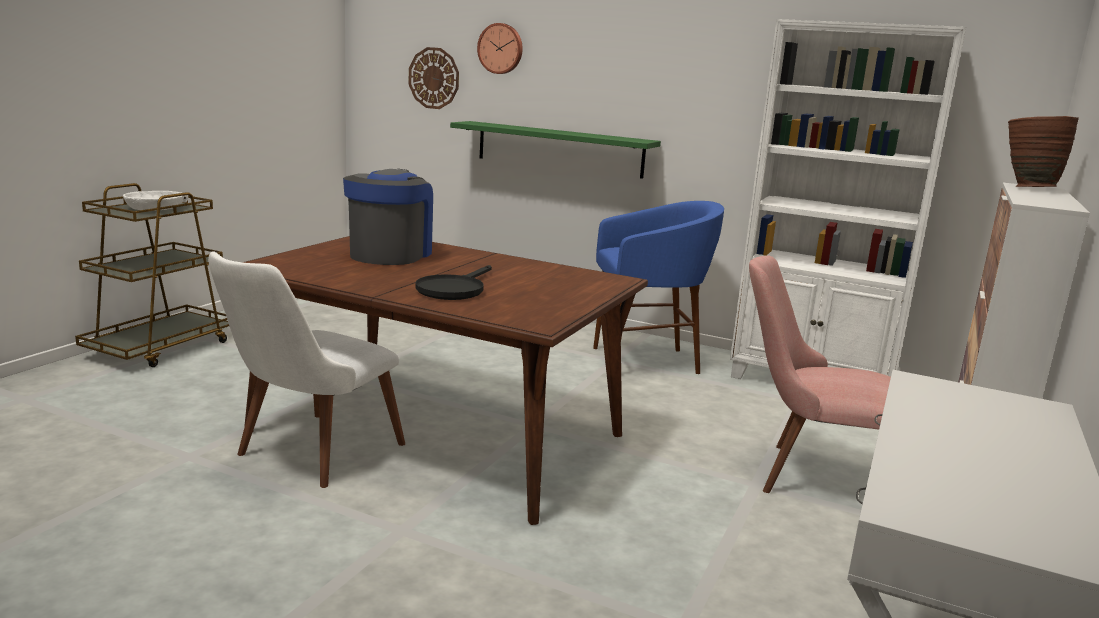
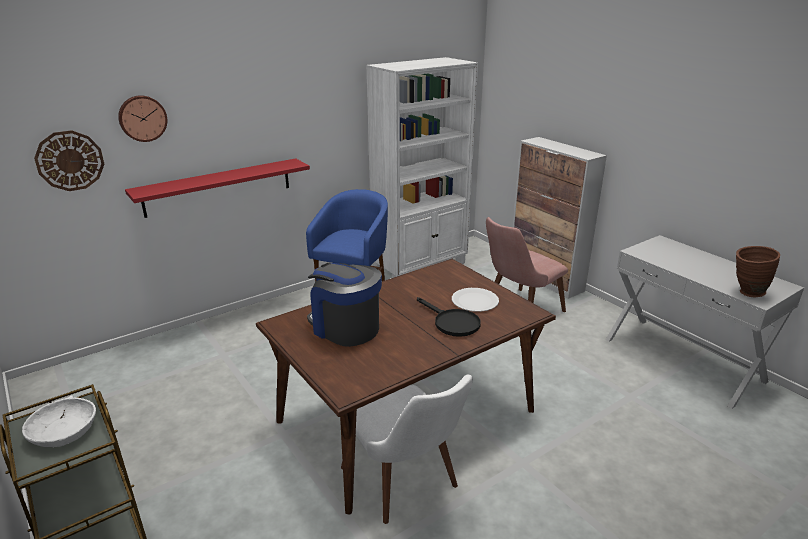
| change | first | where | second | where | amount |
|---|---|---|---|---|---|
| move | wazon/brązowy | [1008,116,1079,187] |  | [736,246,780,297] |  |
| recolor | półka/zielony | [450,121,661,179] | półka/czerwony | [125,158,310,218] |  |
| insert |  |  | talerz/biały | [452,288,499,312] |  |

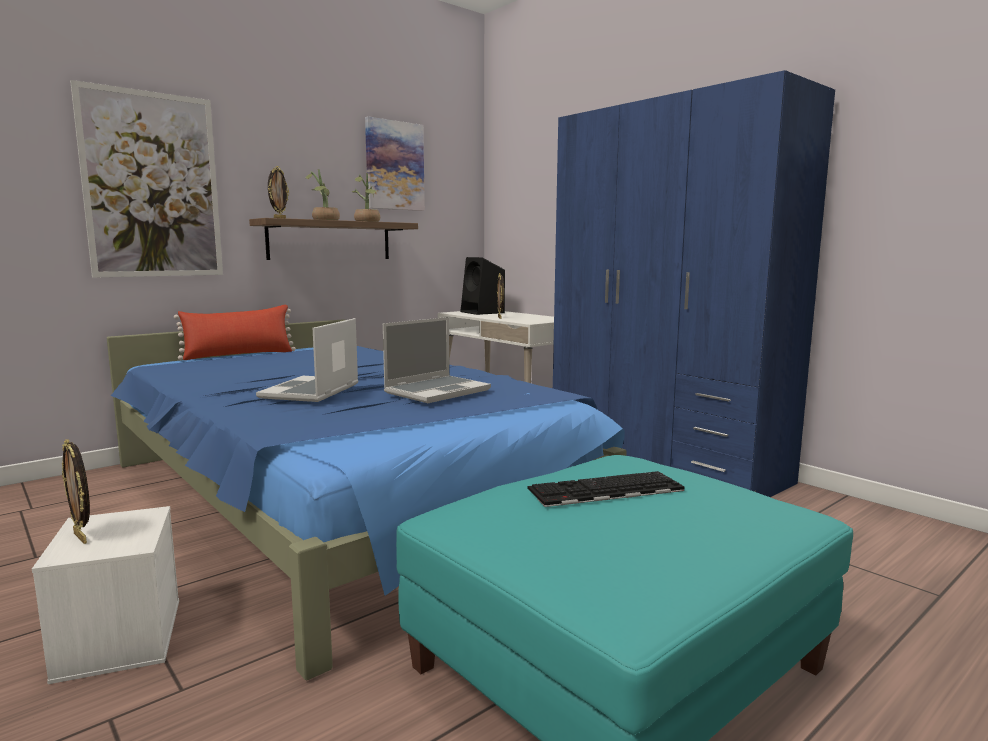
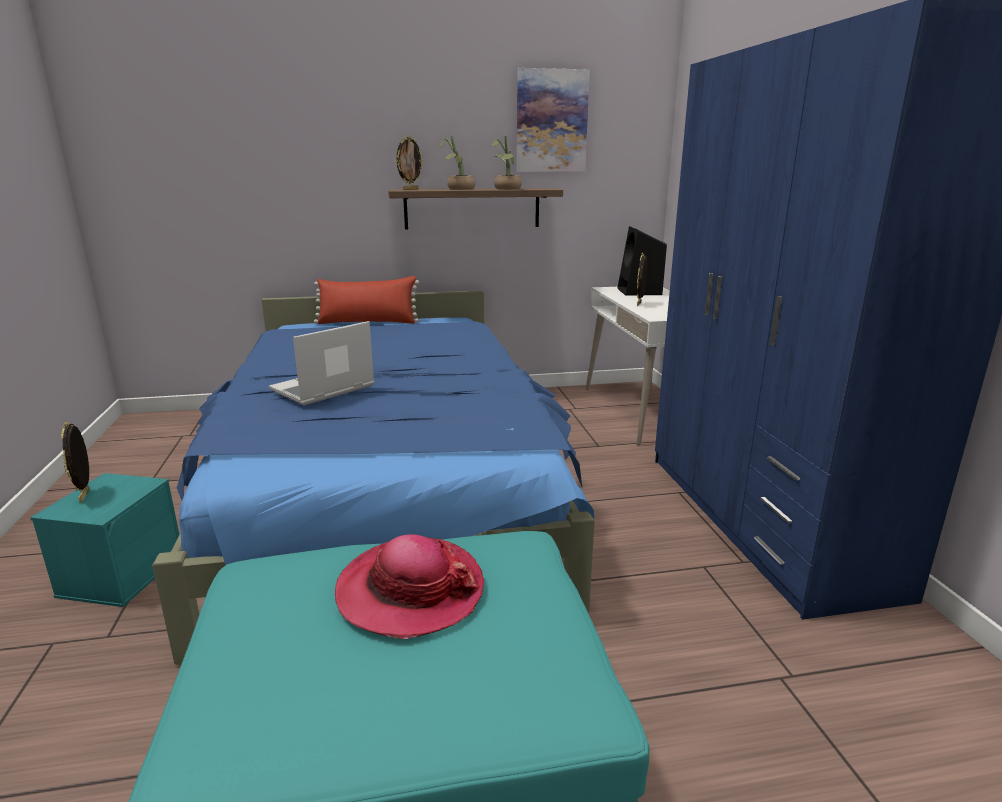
| change | first | where | second | where | amount |
|---|---|---|---|---|---|
| delete | obraz | [70,80,223,278] |  |  |  |
| delete | laptop | [383,317,491,403] |  |  |  |
| replace | klawiatura | [528,471,685,507] | kapelusz | [335,534,484,639] |  |
| recolor | pojemnik do przechowywania/biały | [32,506,179,684] | pojemnik do przechowywania/turkusowy | [30,473,179,607] |  |

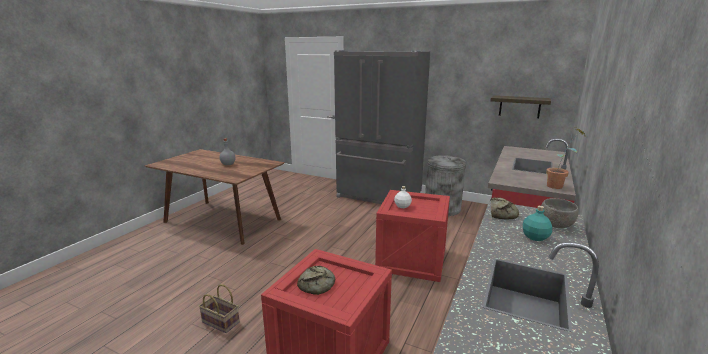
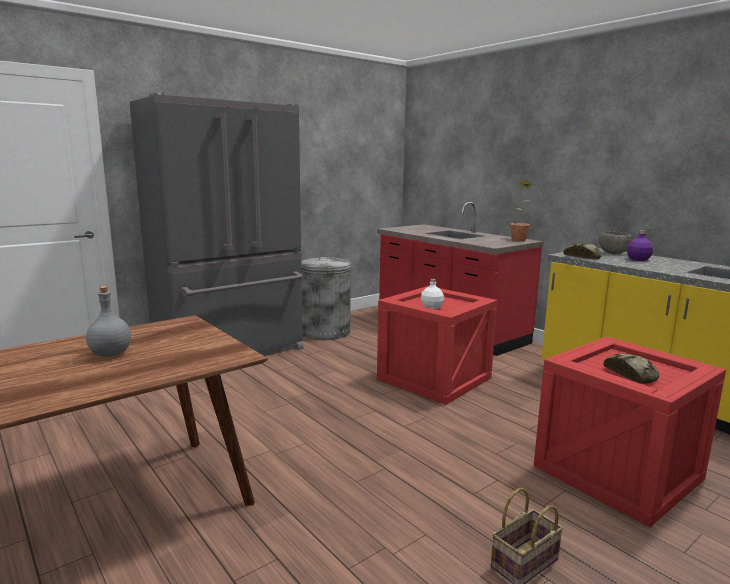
| change | first | where | second | where | amount |
|---|---|---|---|---|---|
| delete | półka | [491,95,551,118] |  |  |  |
| recolor | butelka/turkusowy | [523,206,552,241] | butelka/fioletowy | [627,230,653,261] |  |

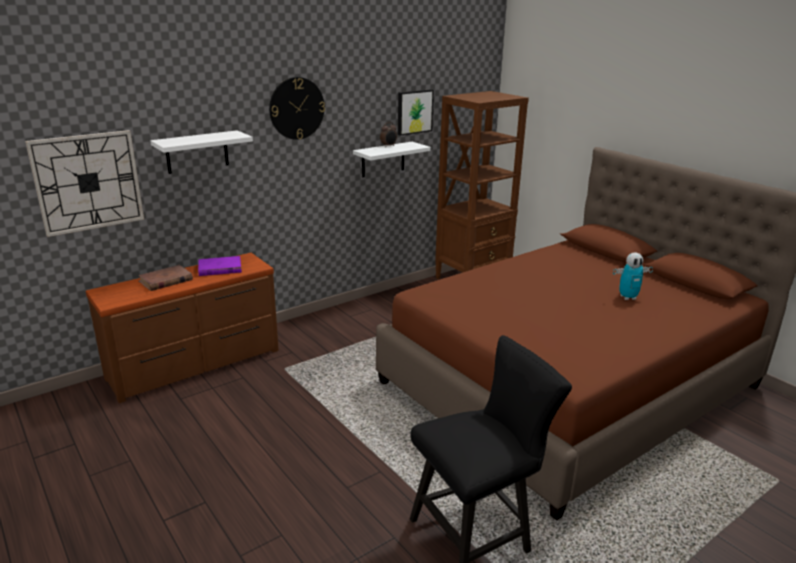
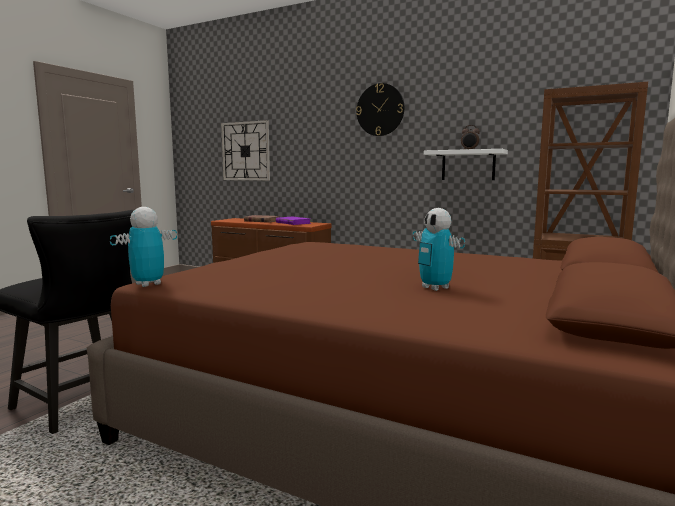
| change | first | where | second | where | amount |
|---|---|---|---|---|---|
| delete | obraz | [398,89,434,136] |  |  |  |
| delete | półka/biały | [150,130,253,174] |  |  |  |
| insert |  |  | robot zabawkowy | [110,207,177,287] |  |

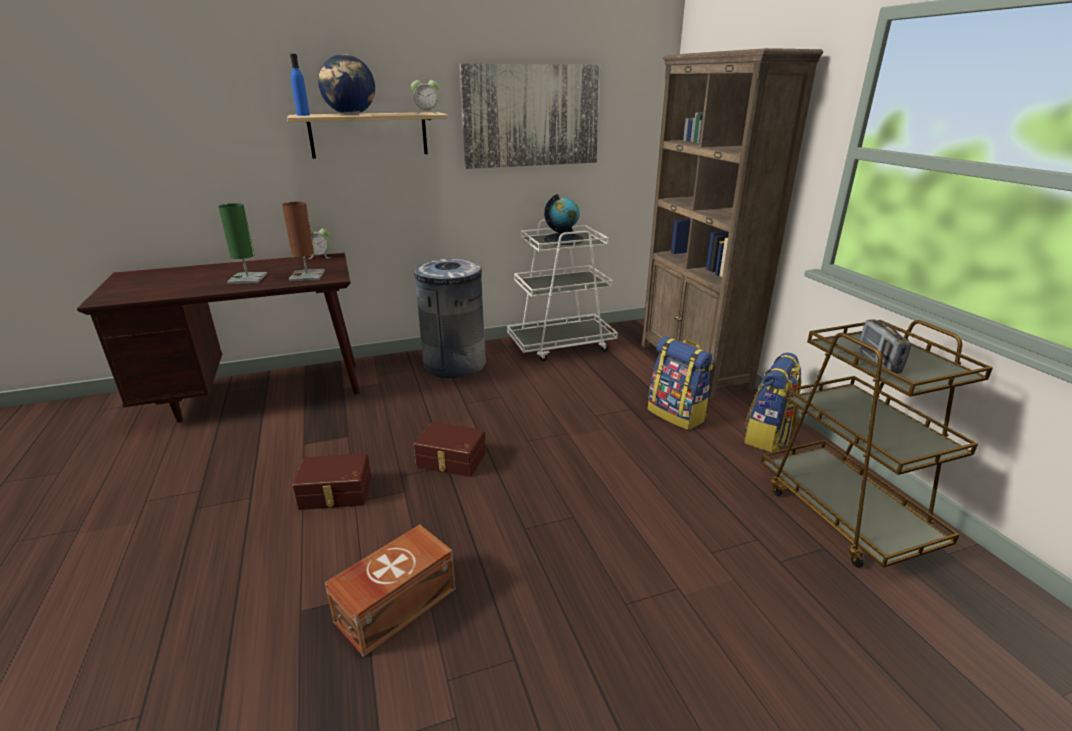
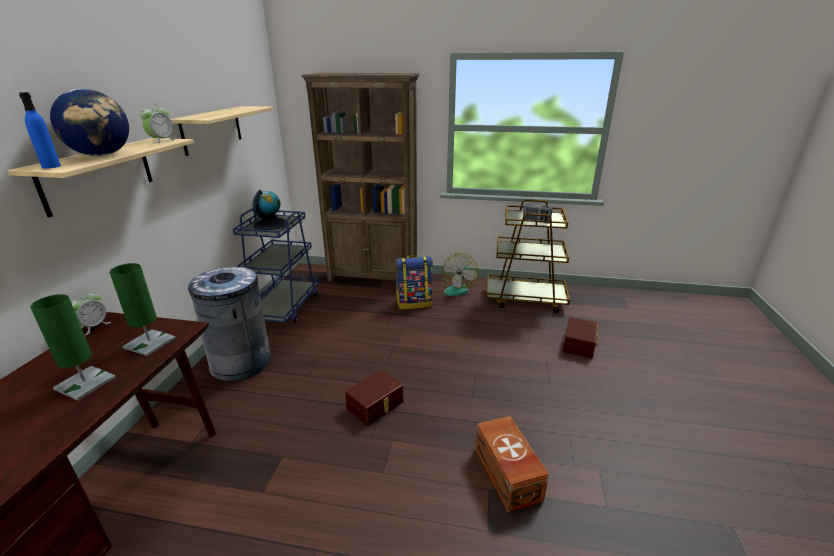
| change | first | where | second | where | amount |
|---|---|---|---|---|---|
| replace | obraz | [459,64,601,169] | półka | [170,106,274,156] |  |
| recolor | lampa stołowa/brązowy | [282,202,325,281] | lampa stołowa/zielony | [109,263,176,356] |  |
| recolor | wózek/biały | [507,219,618,361] | wózek/niebieski | [233,209,319,323] |  |
| replace | plecak | [744,352,802,452] | wentylator | [441,253,478,296] |  |
| move | pojemnik do przechowywania/brązowy | [292,453,371,510] |  | [563,317,598,358] |  |

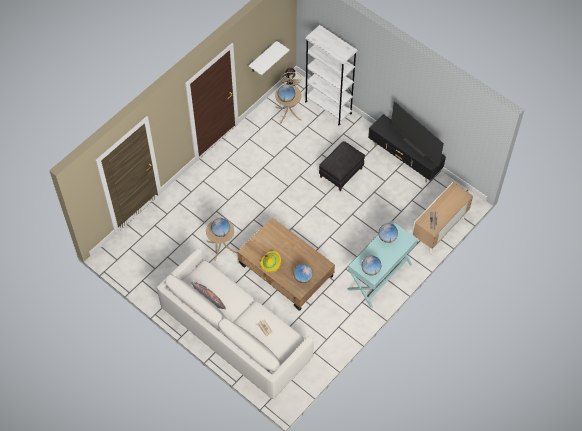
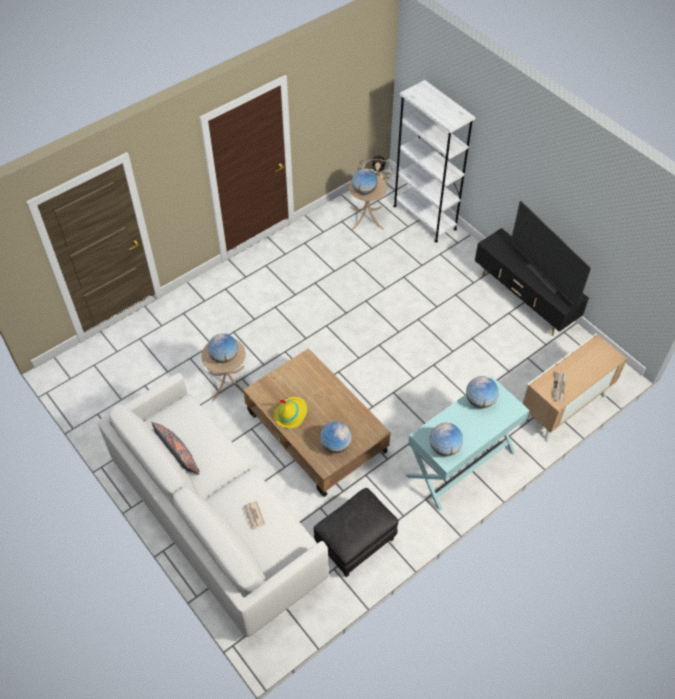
| change | first | where | second | where | amount |
|---|---|---|---|---|---|
| delete | półka/biały | [249,41,290,75] |  |  |  |
| move | pufa/czarny | [319,141,365,191] |  | [313,488,399,577] |  |

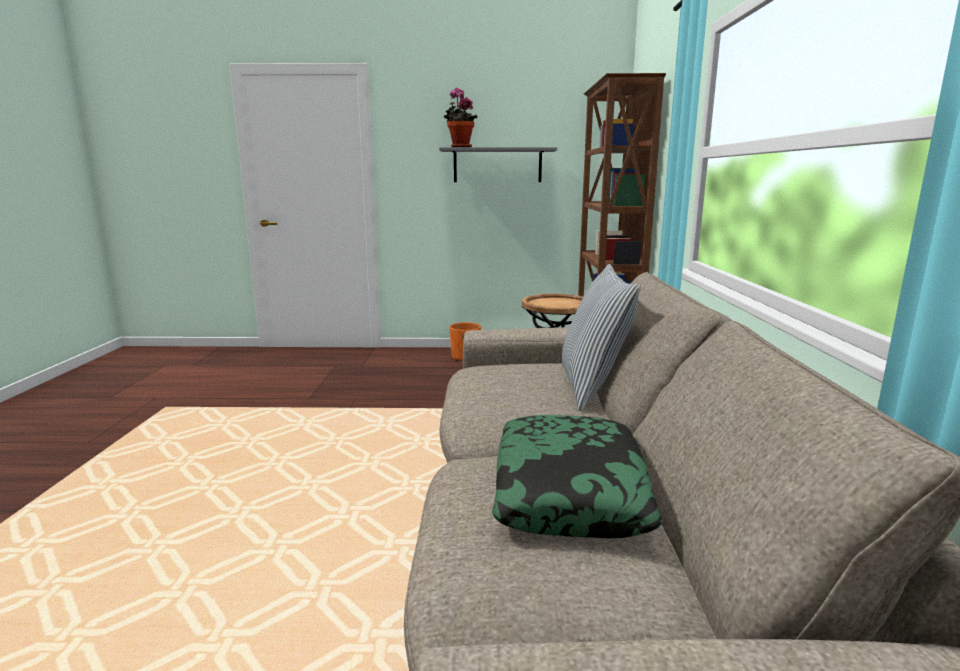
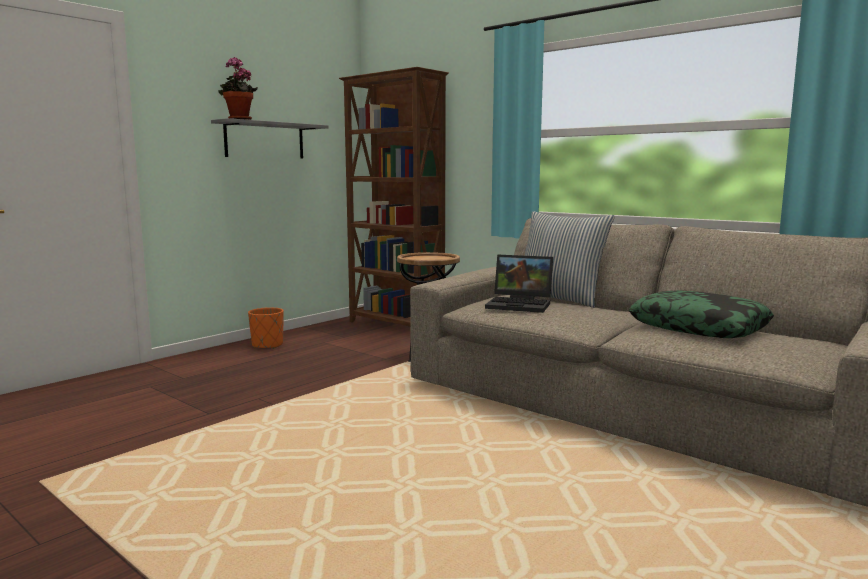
| change | first | where | second | where | amount |
|---|---|---|---|---|---|
| insert |  |  | laptop | [485,255,553,313] |  |

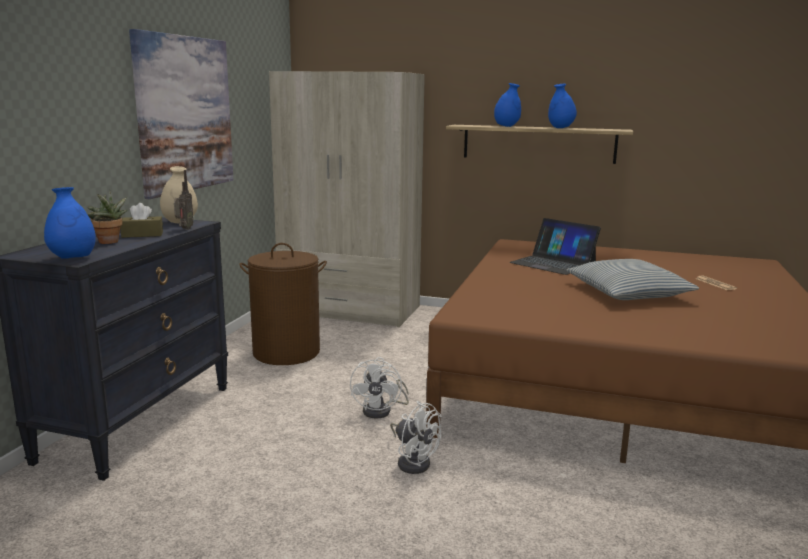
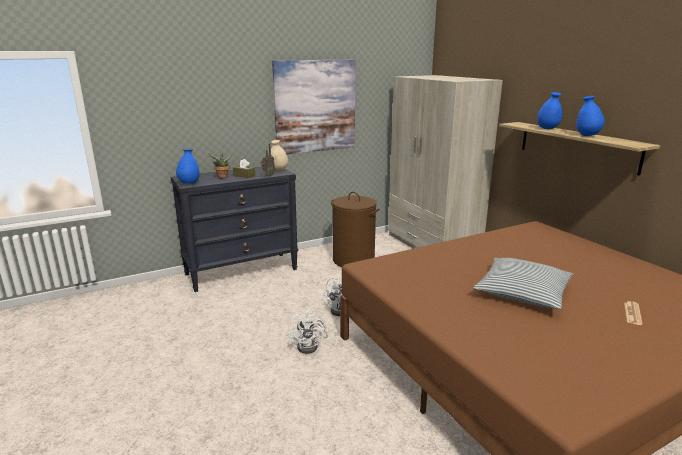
| change | first | where | second | where | amount |
|---|---|---|---|---|---|
| delete | laptop | [510,218,601,275] |  |  |  |

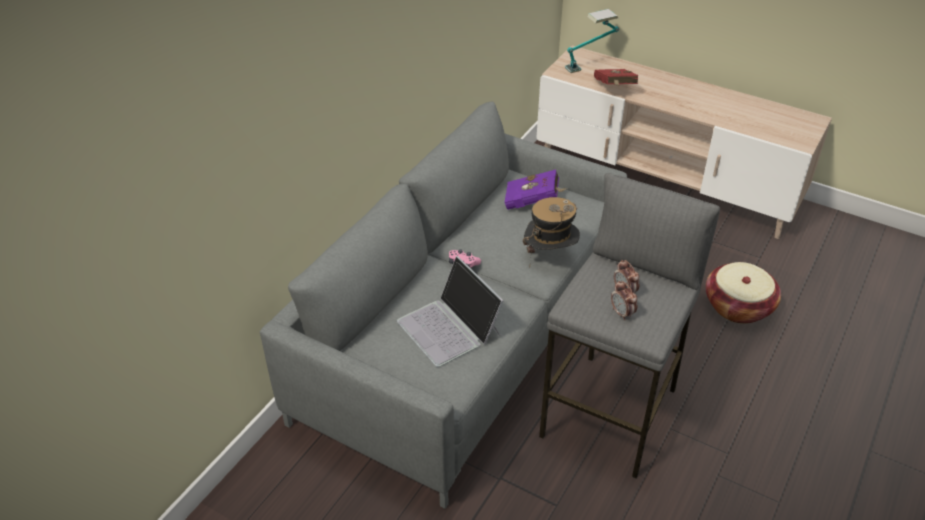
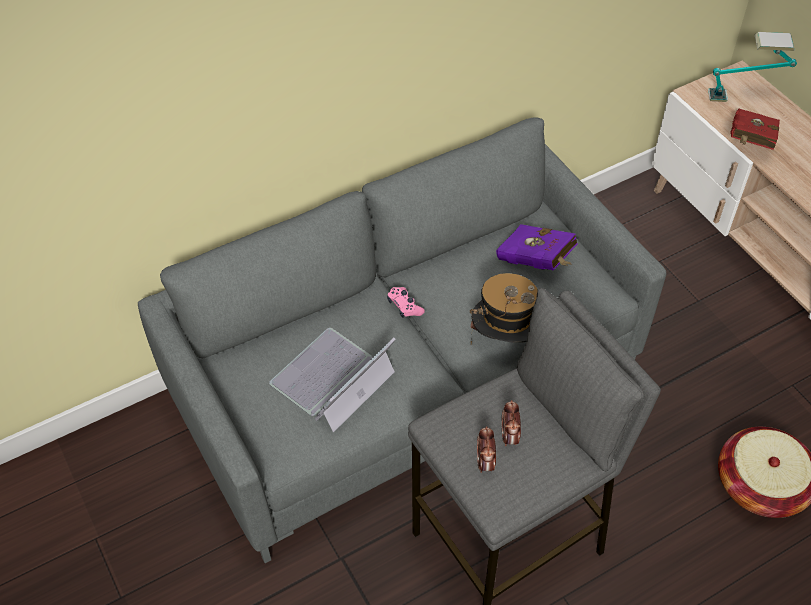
| change | first | where | second | where | amount |
|---|---|---|---|---|---|
| rotate | laptop | [397,256,504,367] |  | [269,328,396,433] | 45 degrees clockwise |

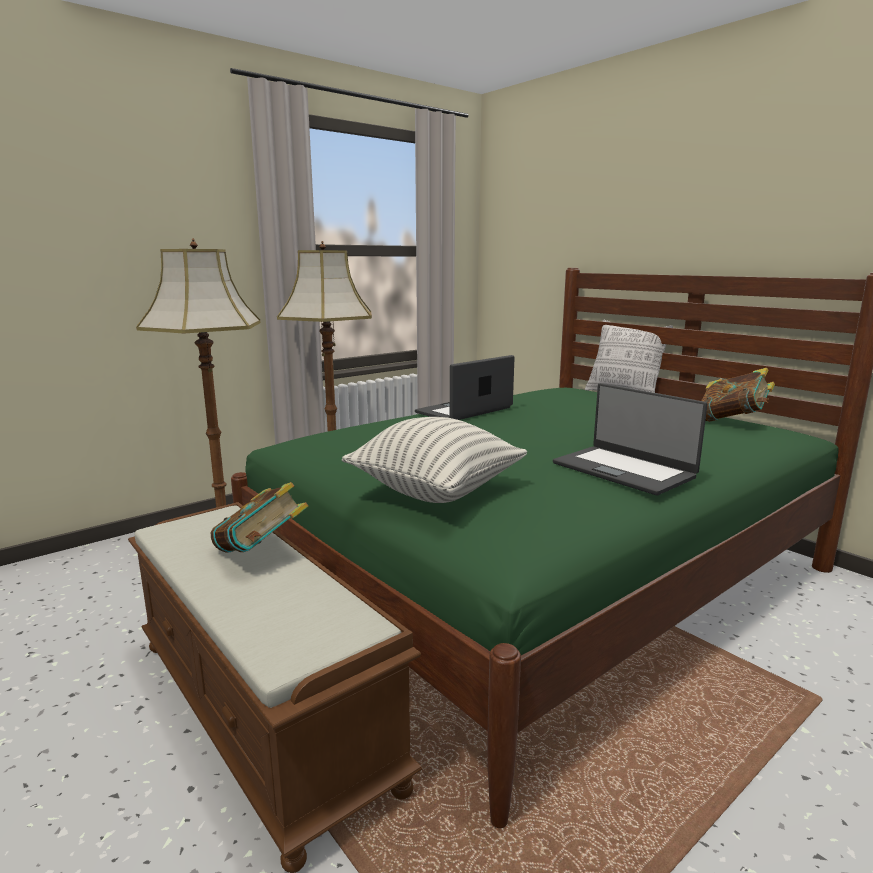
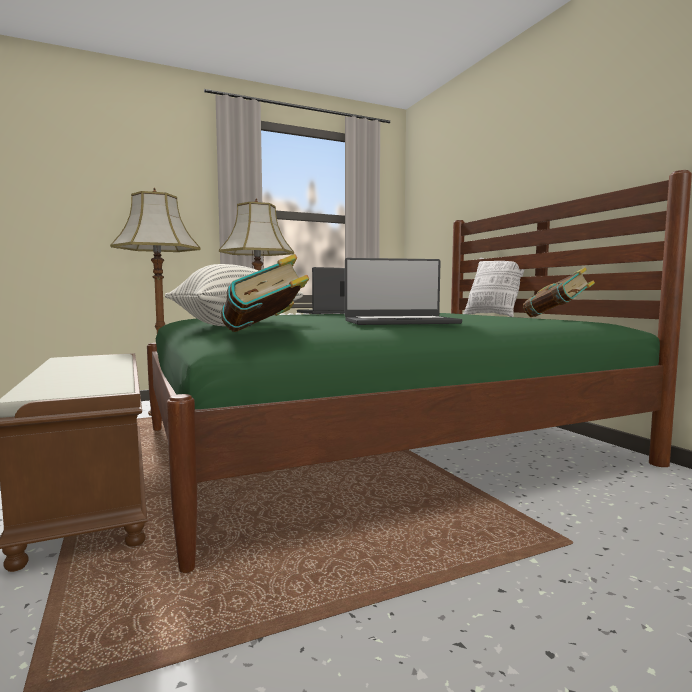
| change | first | where | second | where | amount |
|---|---|---|---|---|---|
| rotate | laptop | [553,383,708,495] |  | [345,258,462,325] | 75 degrees counterclockwise |
| move | książka | [211,482,308,553] |  | [221,254,309,332] |  |

